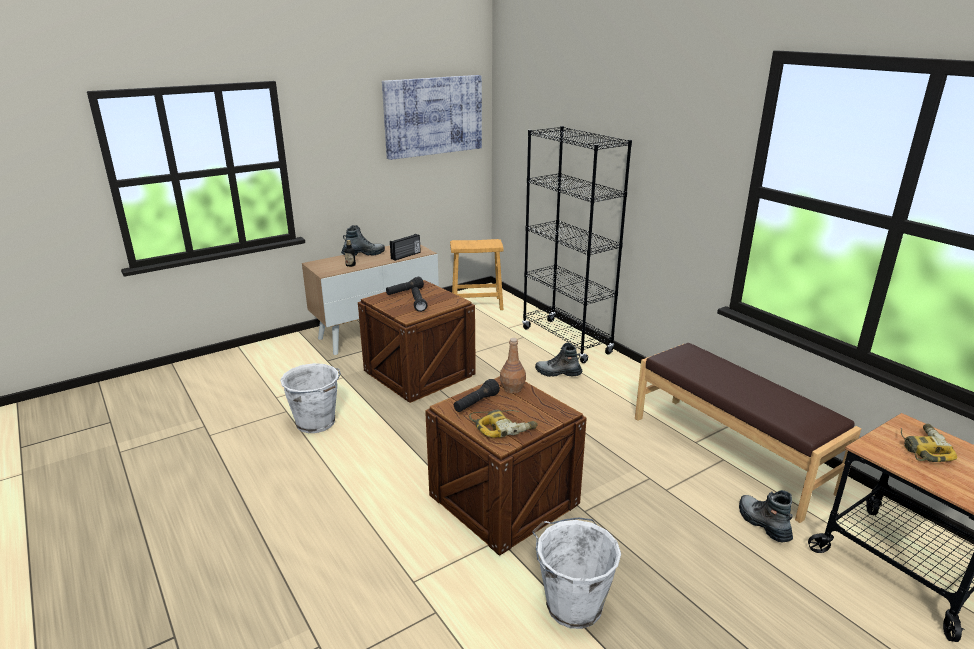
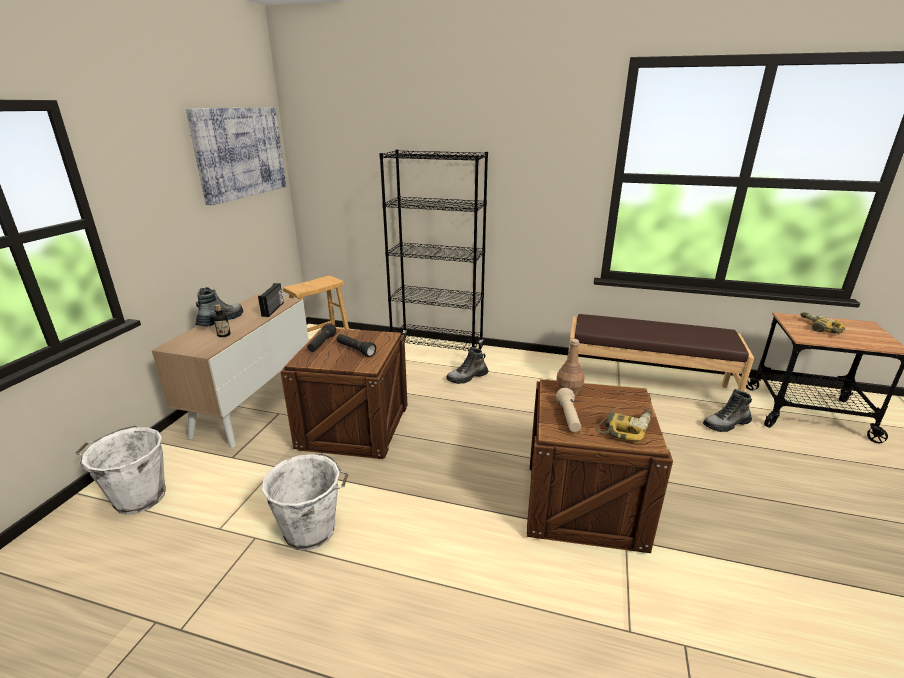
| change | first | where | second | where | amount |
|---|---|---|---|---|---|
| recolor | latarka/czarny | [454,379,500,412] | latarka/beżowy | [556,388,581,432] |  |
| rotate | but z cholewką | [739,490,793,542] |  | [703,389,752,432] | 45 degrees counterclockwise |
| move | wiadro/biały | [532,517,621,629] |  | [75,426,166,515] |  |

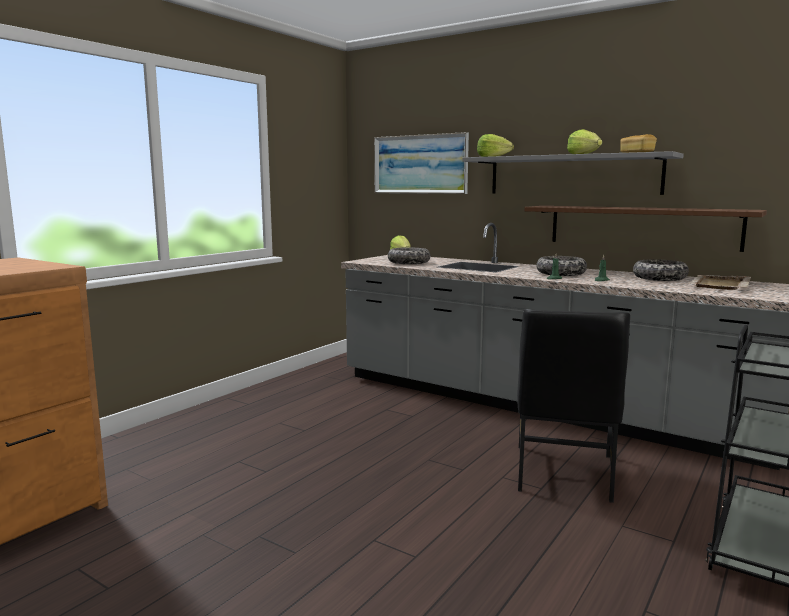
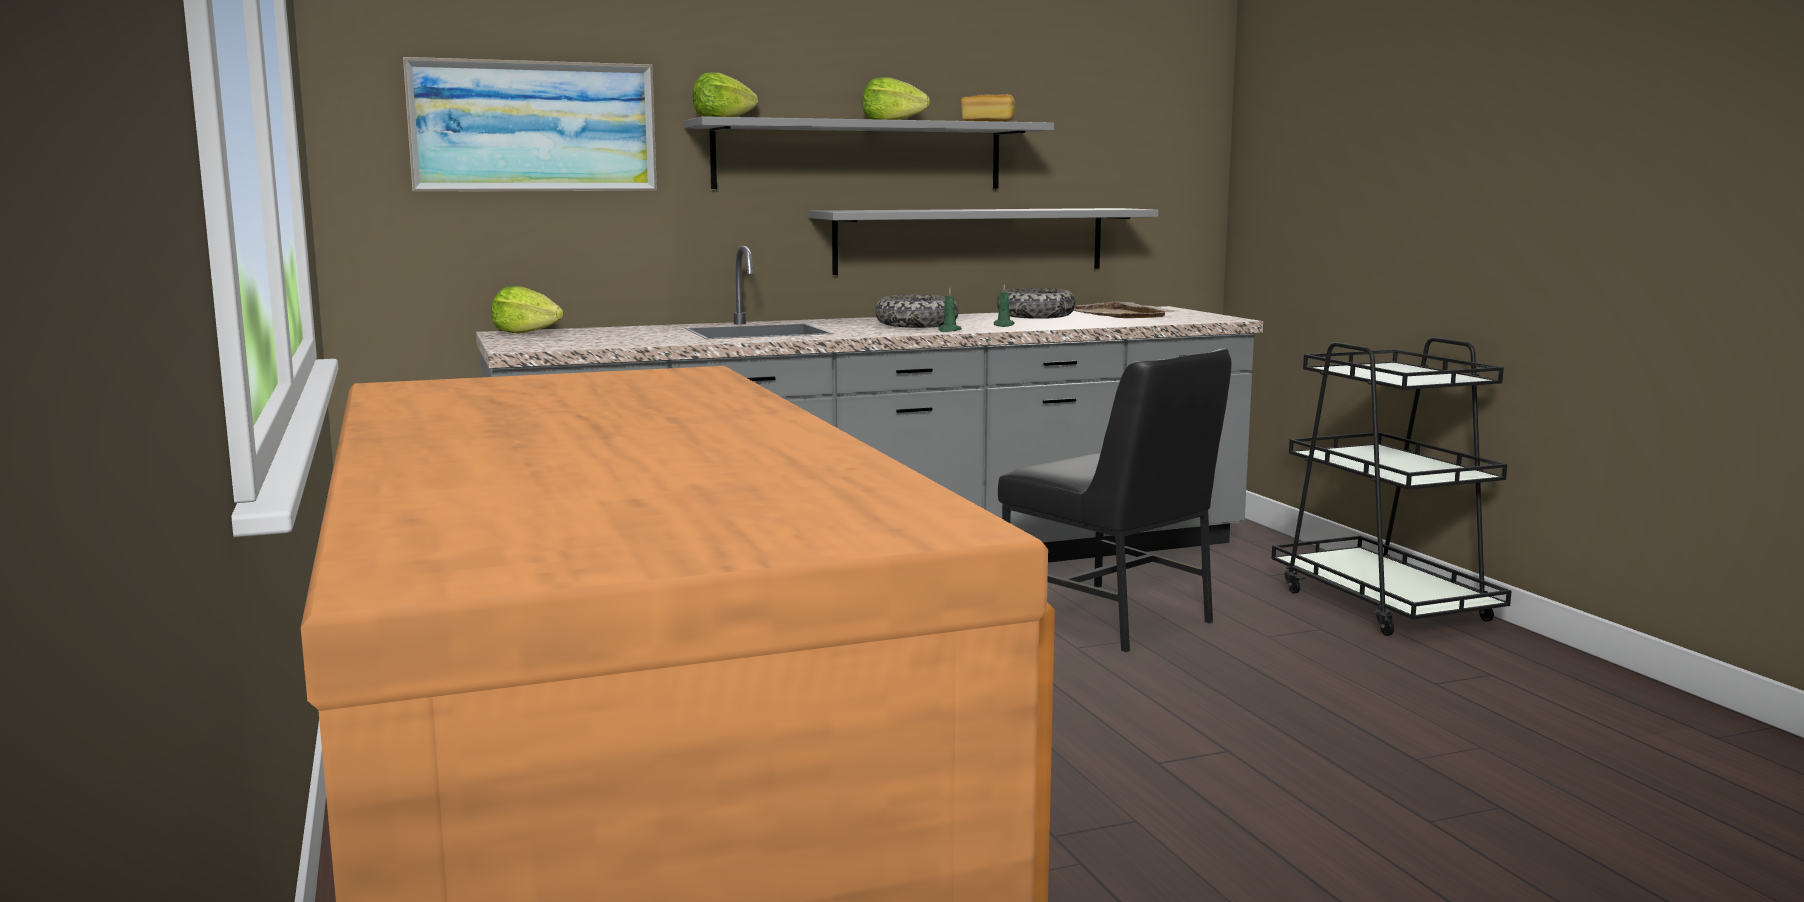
| change | first | where | second | where | amount |
|---|---|---|---|---|---|
| recolor | półka/brązowy | [524,206,767,252] | półka/szary | [809,208,1159,275] |  |
| delete | miska | [388,247,430,264] |  |  |  |

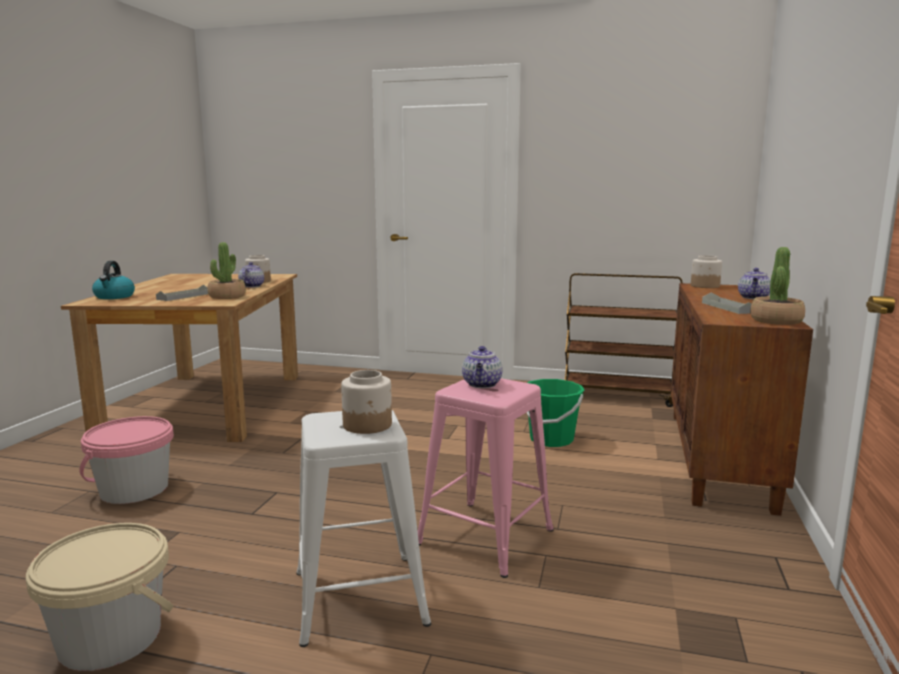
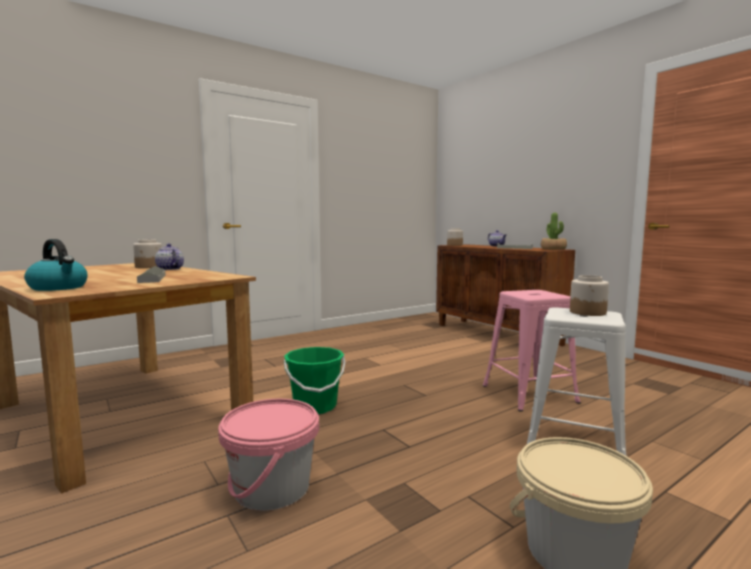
| change | first | where | second | where | amount |
|---|---|---|---|---|---|
| delete | roślina doniczkowa | [207,242,246,299] |  |  |  |
| delete | wózek/brązowy | [565,273,682,407] |  |  |  |
| delete | imbryk | [462,346,503,388] |  |  |  |
| move | wiadro/zielony | [527,379,584,447] |  | [284,347,345,414] |  |

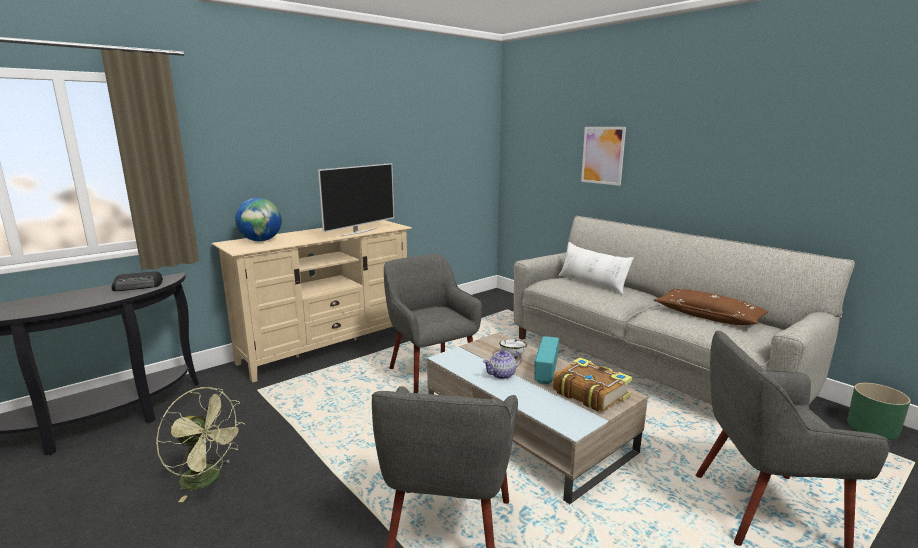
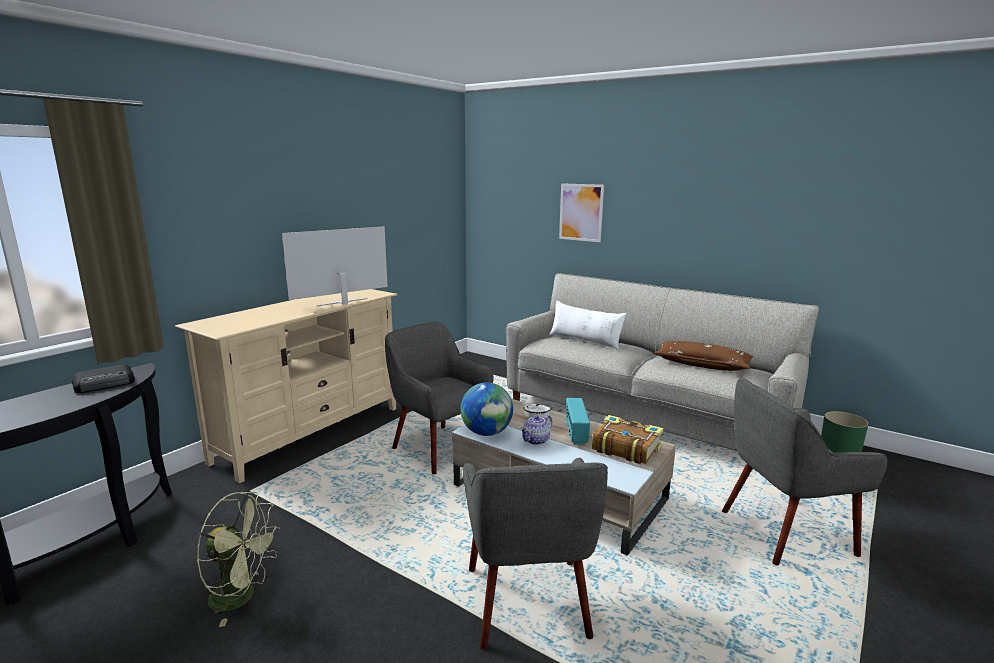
| change | first | where | second | where | amount |
|---|---|---|---|---|---|
| rotate | telewizor | [318,163,394,237] |  | [282,226,388,306] | 150 degrees counterclockwise |
| move | globus | [235,198,282,241] |  | [461,382,513,436] |  |

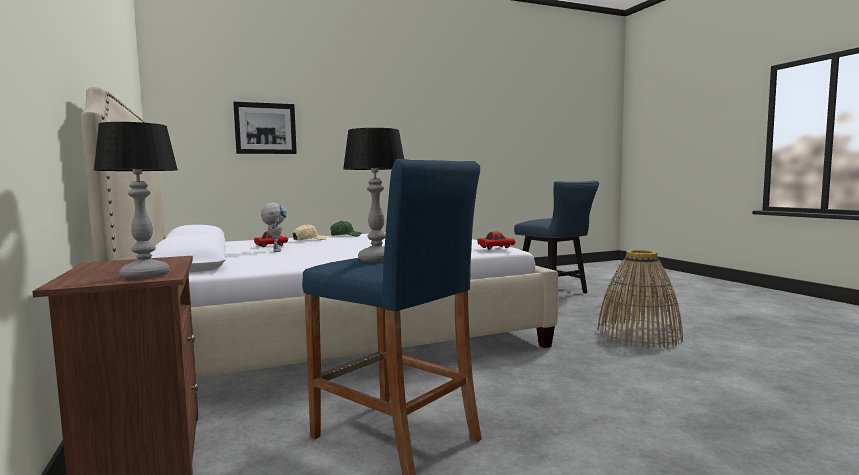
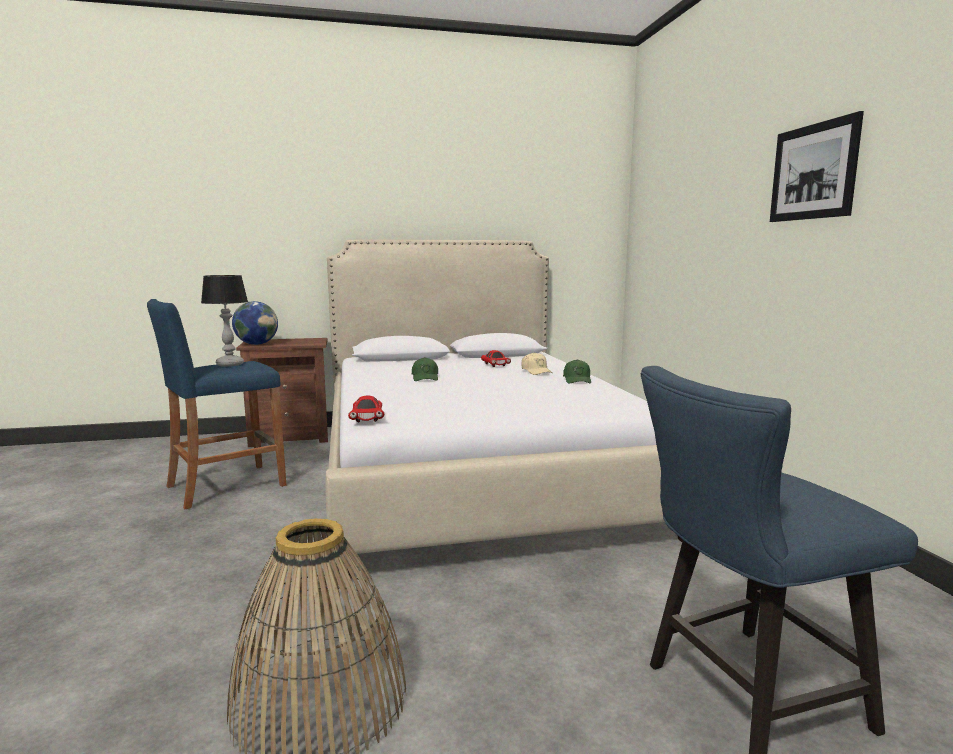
| change | first | where | second | where | amount |
|---|---|---|---|---|---|
| move | obraz | [233,102,297,154] |  | [770,111,864,222] |  |
| replace | lampa stołowa | [94,122,178,279] | globus | [232,301,278,345] |  |
| delete | robot zabawkowy | [261,203,287,252] |  |  |  |
| insert |  |  | czapka z daszkiem/zielony | [412,357,438,381] |  |

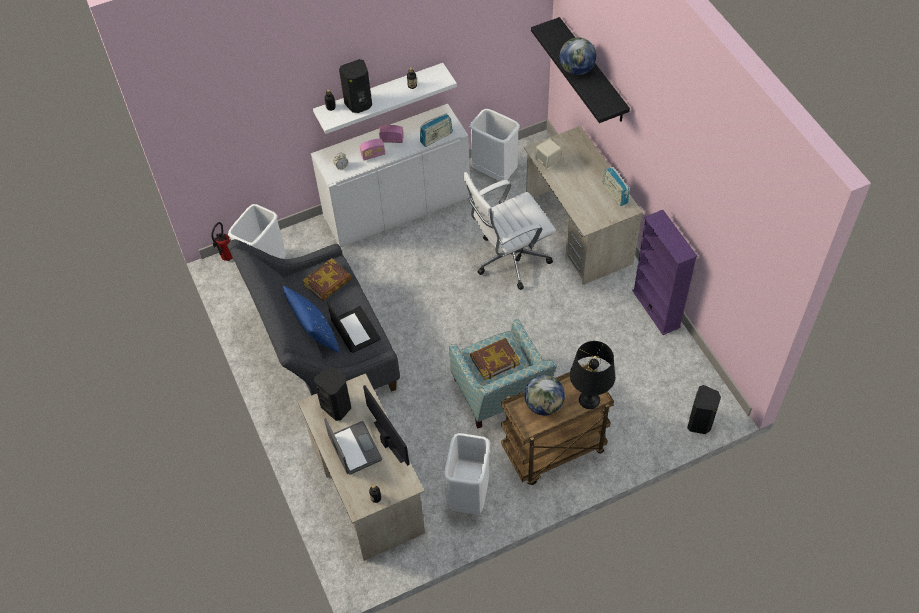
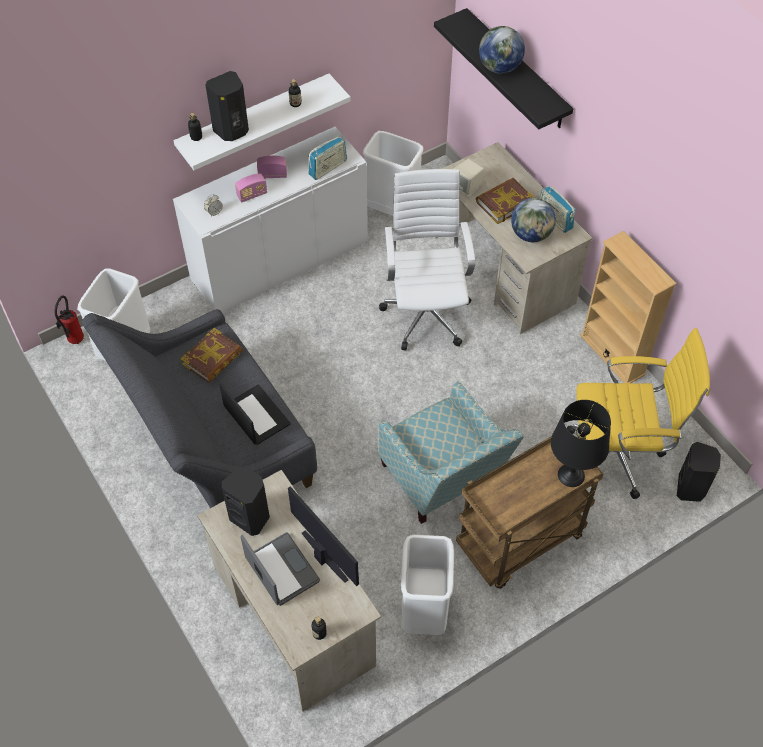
| change | first | where | second | where | amount |
|---|---|---|---|---|---|
| rotate | krzesło biurowe/biały | [463,172,556,290] |  | [379,169,475,351] | 120 degrees clockwise |
| recolor | regał/fioletowy | [632,210,697,335] | regał/beżowy | [580,231,677,383] |  |
| delete | poduszka/niebieski | [283,286,340,353] |  |  |  |
| move | książka | [470,338,520,381] |  | [476,178,535,224] |  |
| move | globus | [524,375,565,416] |  | [511,198,556,242] |  |
| insert |  |  | krzesło biurowe/żółty | [567,328,710,500] |  |

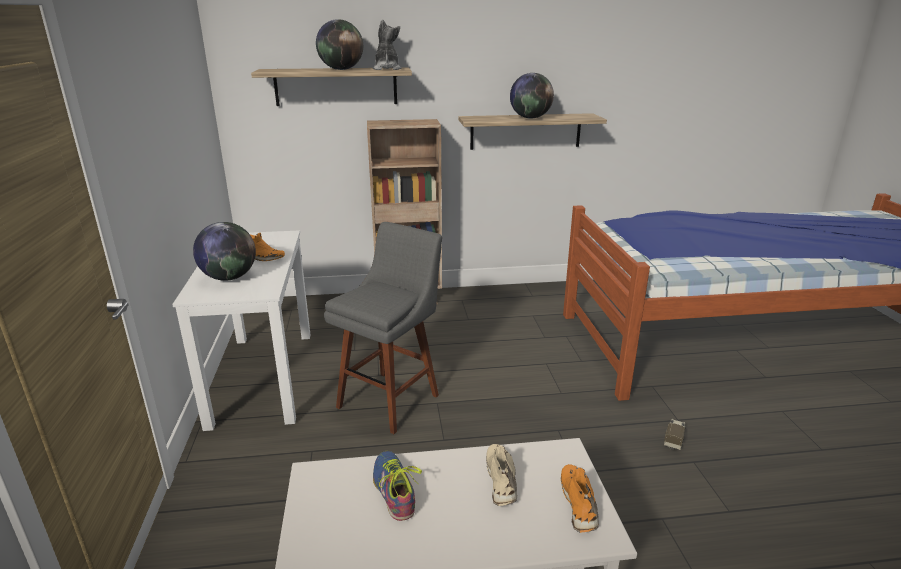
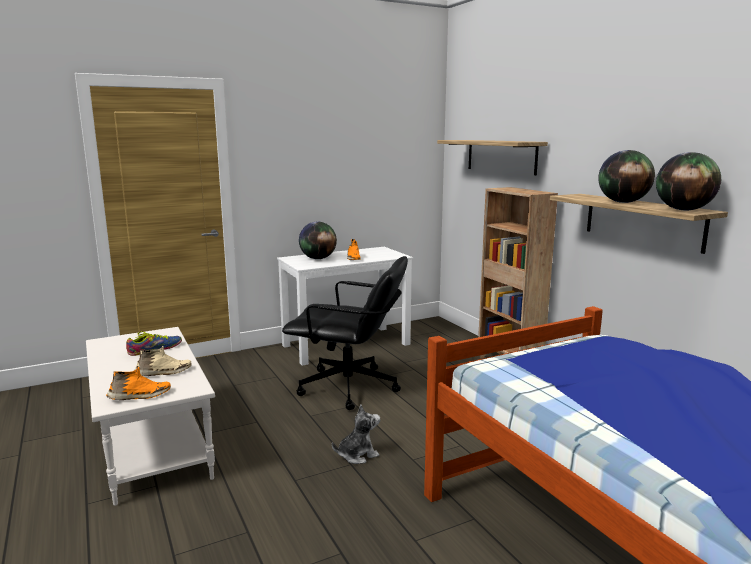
| change | first | where | second | where | amount |
|---|---|---|---|---|---|
| move | globus | [316,19,363,70] |  | [656,152,721,210] |  |
| move | pluszak | [373,19,401,70] |  | [332,405,380,464] |  |
| replace | stołek/szary | [324,222,442,434] | krzesło biurowe/czarny | [282,256,408,410] |  |
| delete | ciężarówka zabawkowa | [664,419,685,450] |  |  |  |

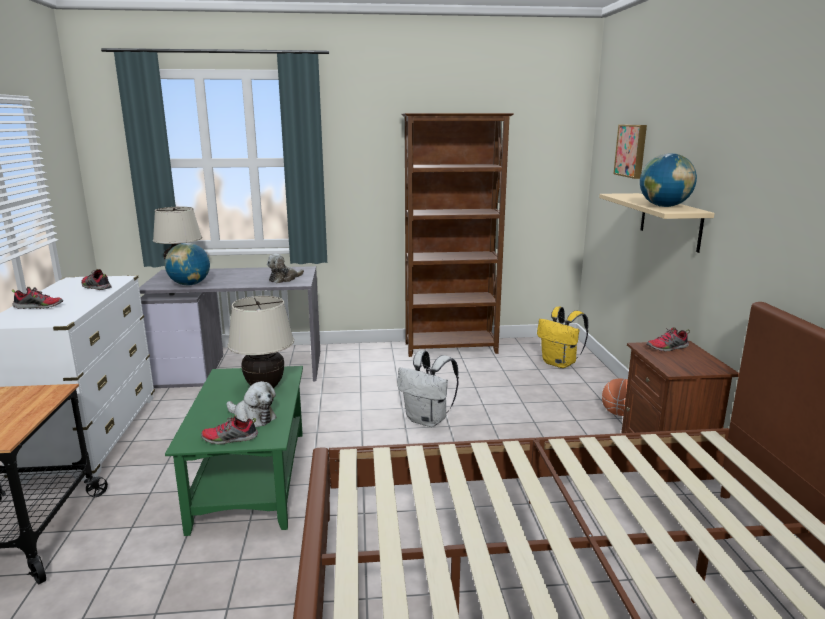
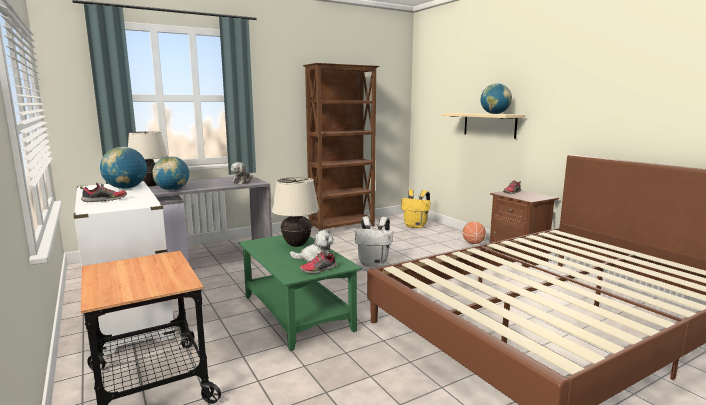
| change | first | where | second | where | amount |
|---|---|---|---|---|---|
| delete | obraz | [613,125,647,179] |  |  |  |
| replace | but | [81,269,112,290] | globus | [100,147,147,189] |  |

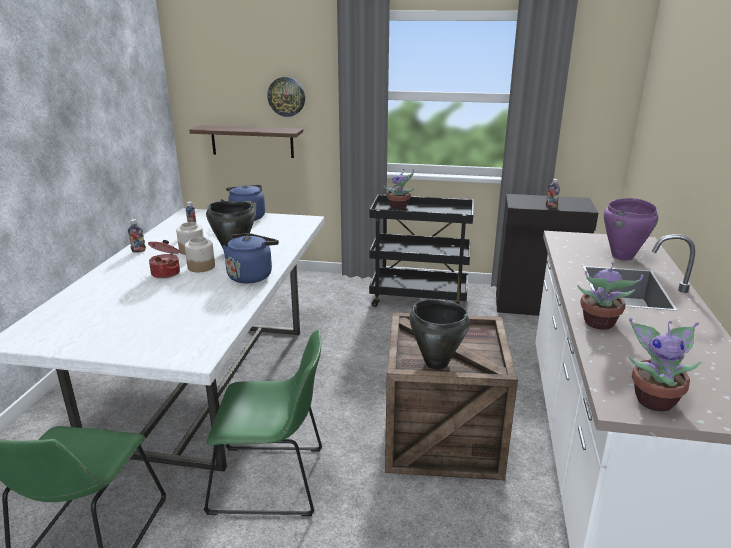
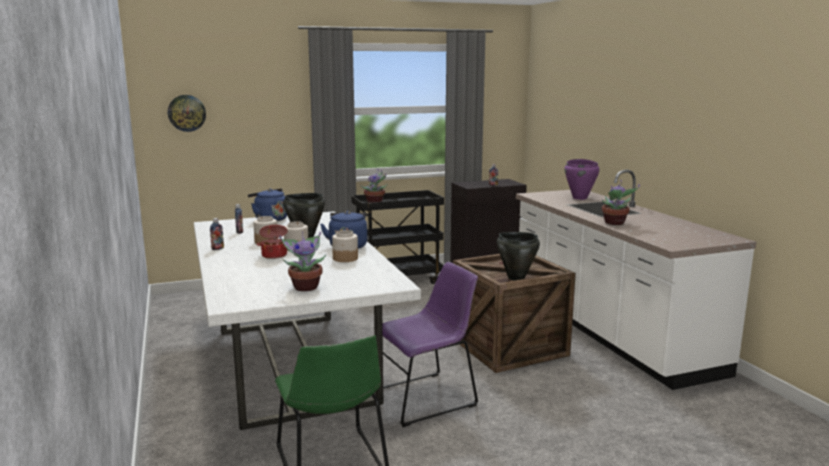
| change | first | where | second | where | amount |
|---|---|---|---|---|---|
| move | zegar ścienny | [267,77,305,117] |  | [168,95,206,132] |  |
| delete | półka | [189,125,303,158] |  |  |  |
| move | roślina doniczkowa | [629,318,702,412] |  | [279,231,326,291] |  |
| recolor | krzesło/zielony | [204,330,322,516] | krzesło/fioletowy | [382,262,478,427] |  |
| insert |  |  | słoik | [332,230,358,262] |  |

